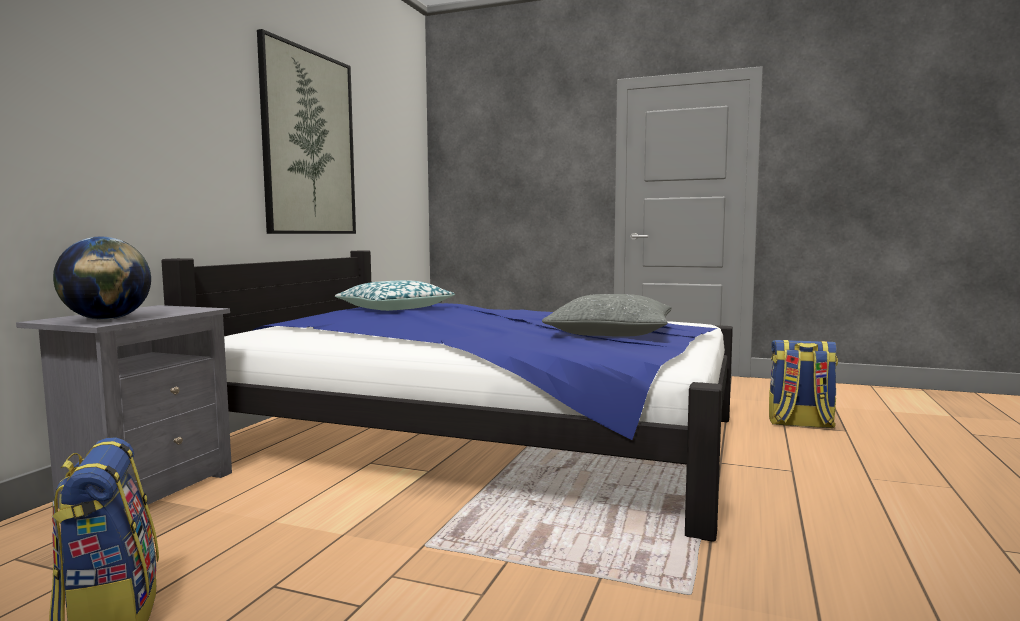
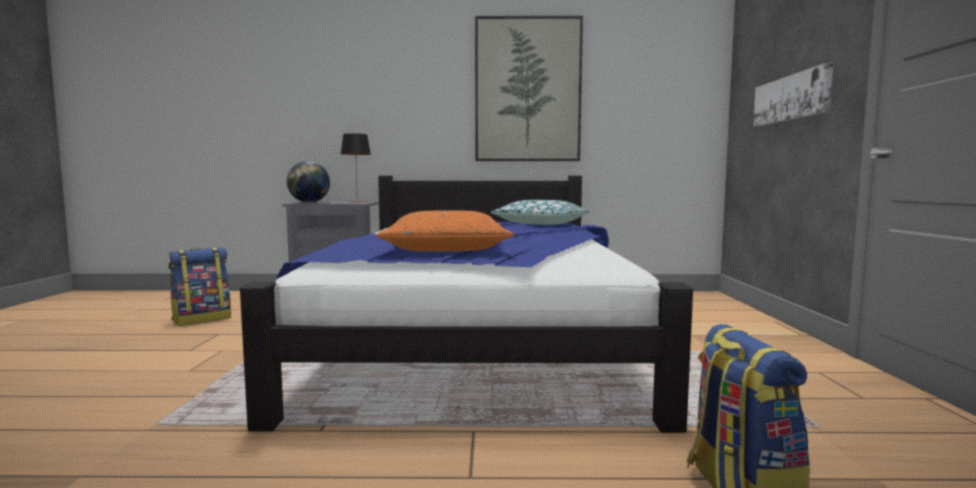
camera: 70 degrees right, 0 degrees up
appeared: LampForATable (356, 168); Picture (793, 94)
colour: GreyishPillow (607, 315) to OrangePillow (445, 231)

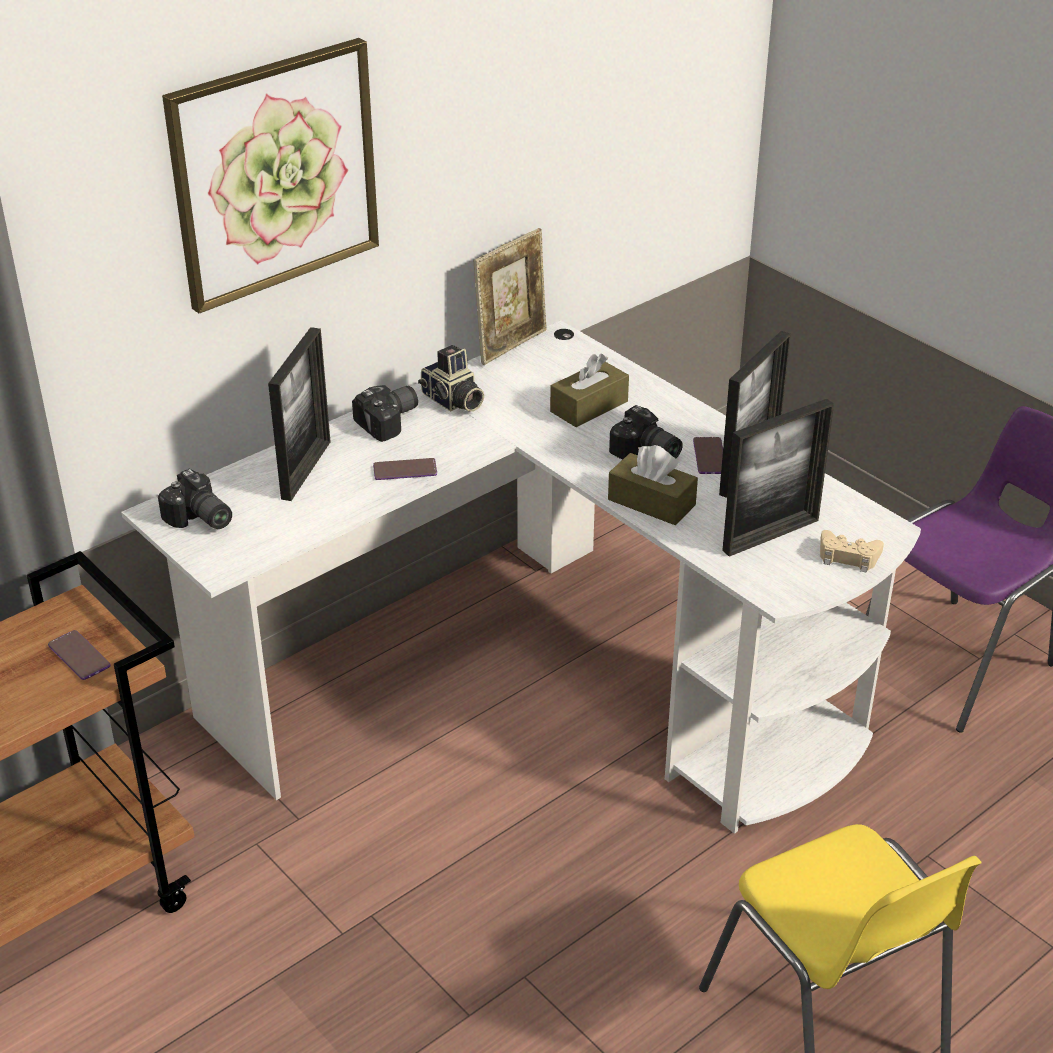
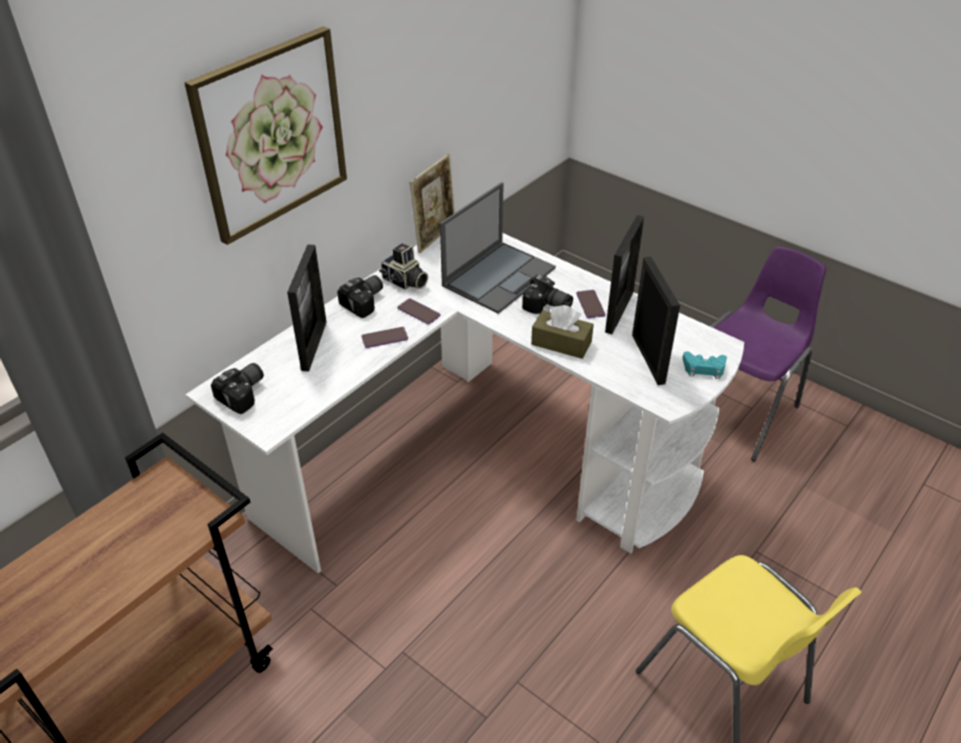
camera: 10 degrees left, 5 degrees up
relocated: Handset (79, 655) to (419, 311)
exchanged: BrownishTissueHolder (589, 390) to PortableComputer (498, 248)
colour: BeigeColouredGameController (852, 551) to BlueGreenGameController (705, 365)
spun: PhotoCamera (195, 499) = (237, 388) 90 degrees counterclockwise; PhotoFrame (778, 477) = (656, 321) 60 degrees counterclockwise

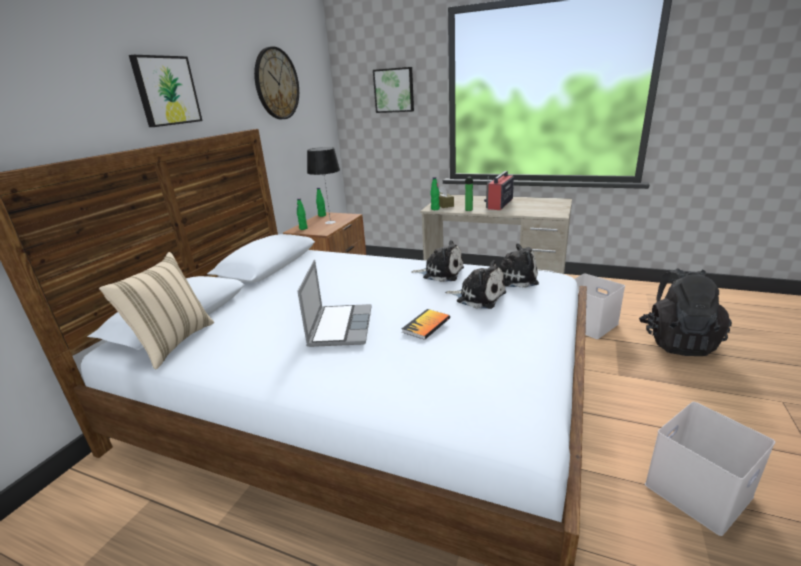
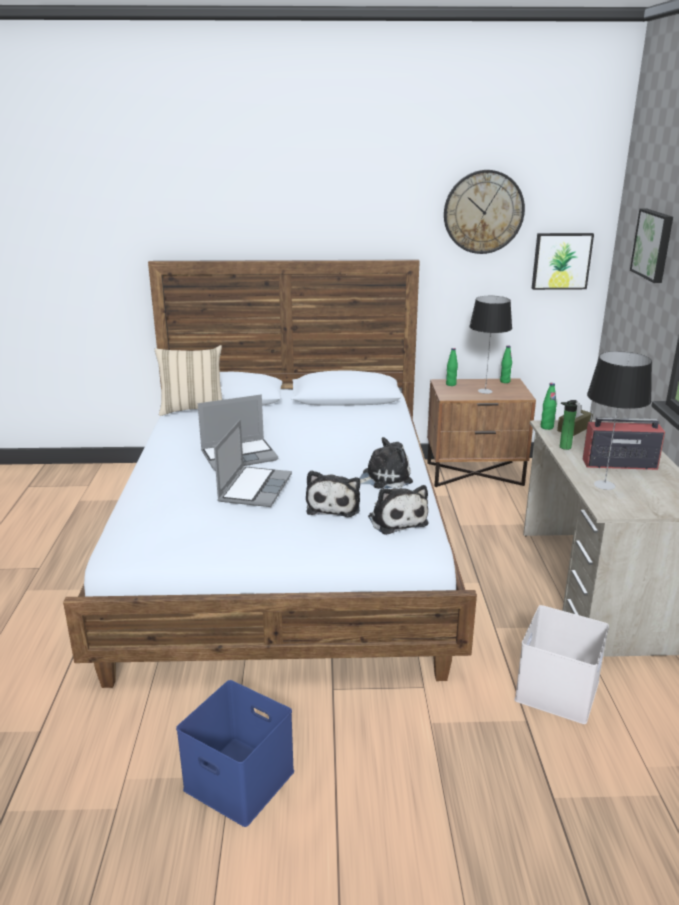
camera: 65 degrees right, 0 degrees up
missing: BlackishBackpack (685, 312)
appeared: LampForATable (619, 420)
relocated: Picture (165, 91) to (563, 261)
exchanged: Book (426, 324) to PortableComputer (253, 463)
colour: WhitishStorageContainer (710, 469) to BluishStorageContainer (235, 753)
spun: PlushToy (437, 261) = (386, 463) 105 degrees counterclockwise

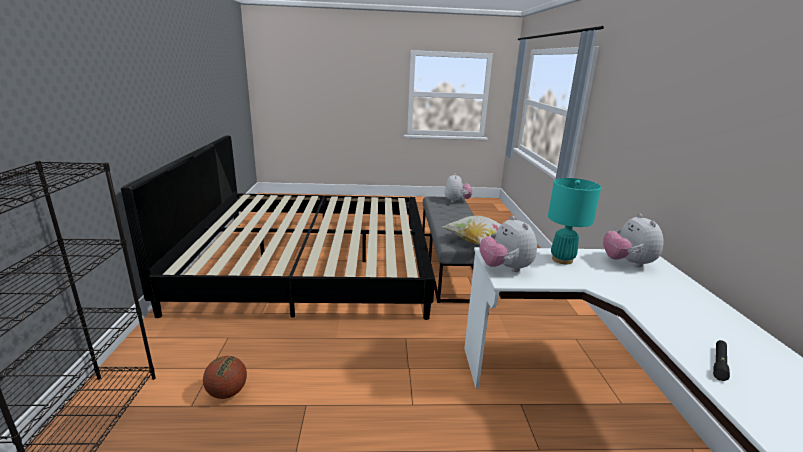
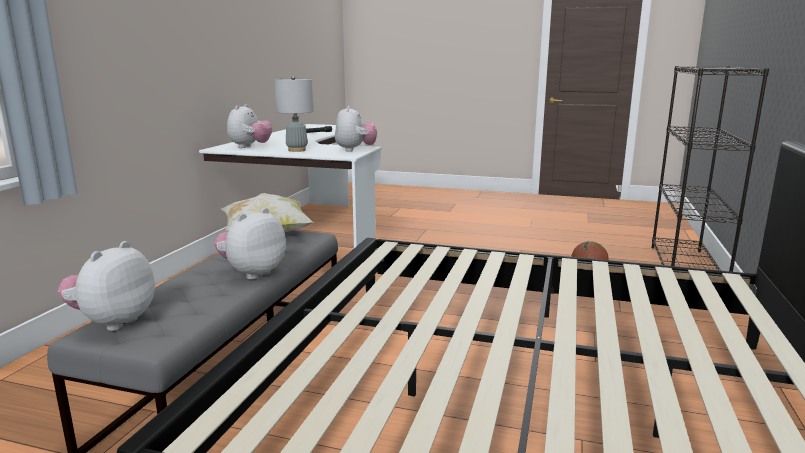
camera: 160 degrees left, 5 degrees down
appeared: PlushToy (250, 244)
colour: BlueGreenLampForATable (574, 221) to GreyishLampForATable (294, 114)

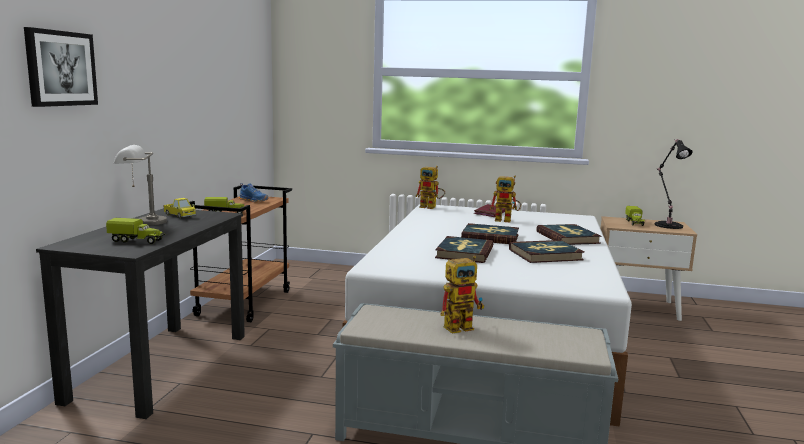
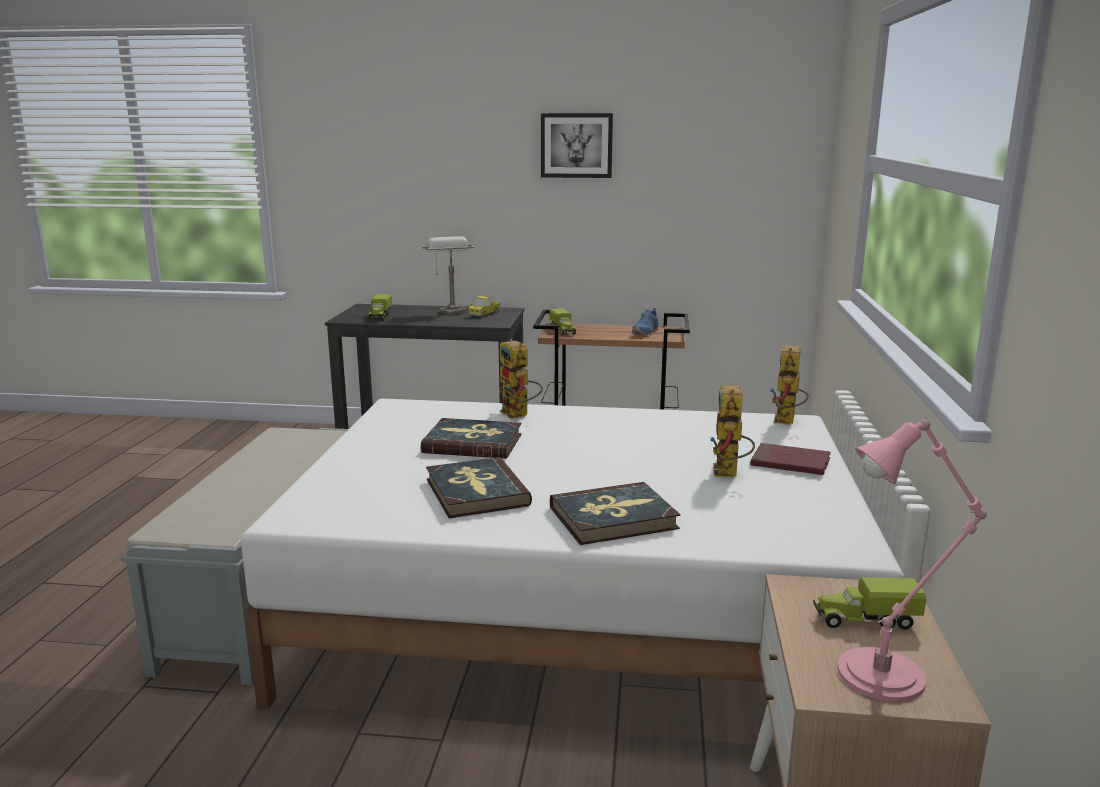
camera: 85 degrees right, 5 degrees up
missing: Book (490, 233)
relocated: ModelRobot (462, 294) to (521, 379); Picture (61, 67) to (577, 145)
colour: BlackishLampForATable (674, 184) to PinkColouredLampForATable (912, 560)

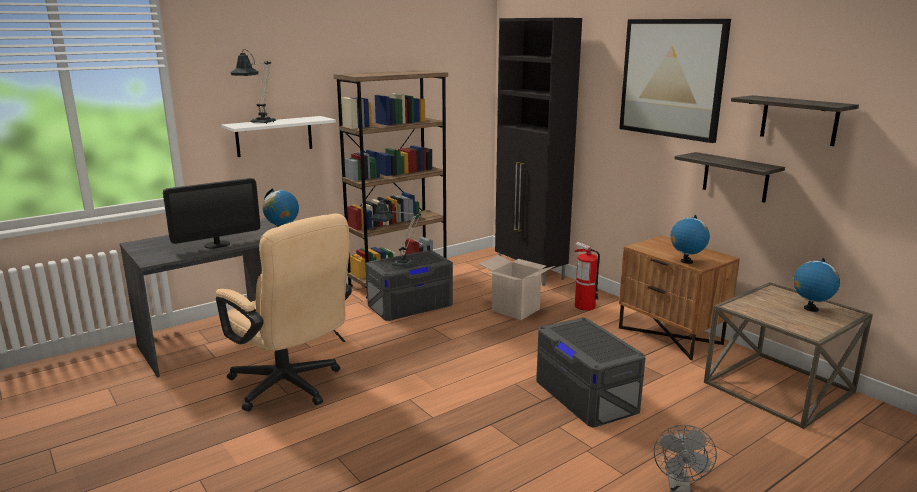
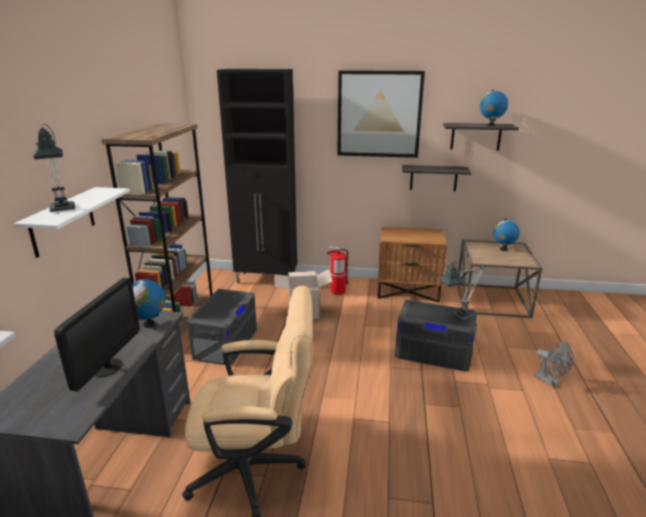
camera: 45 degrees left, 5 degrees up
relocated: LampForATable (395, 232) to (461, 292); DeskGlobe (690, 239) to (494, 107)

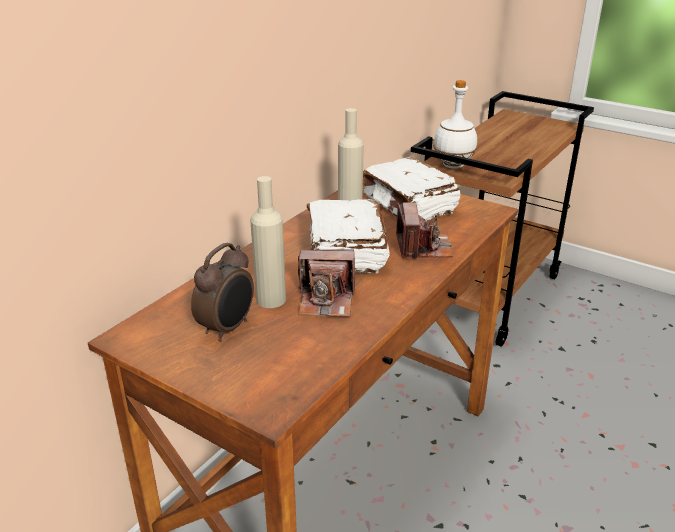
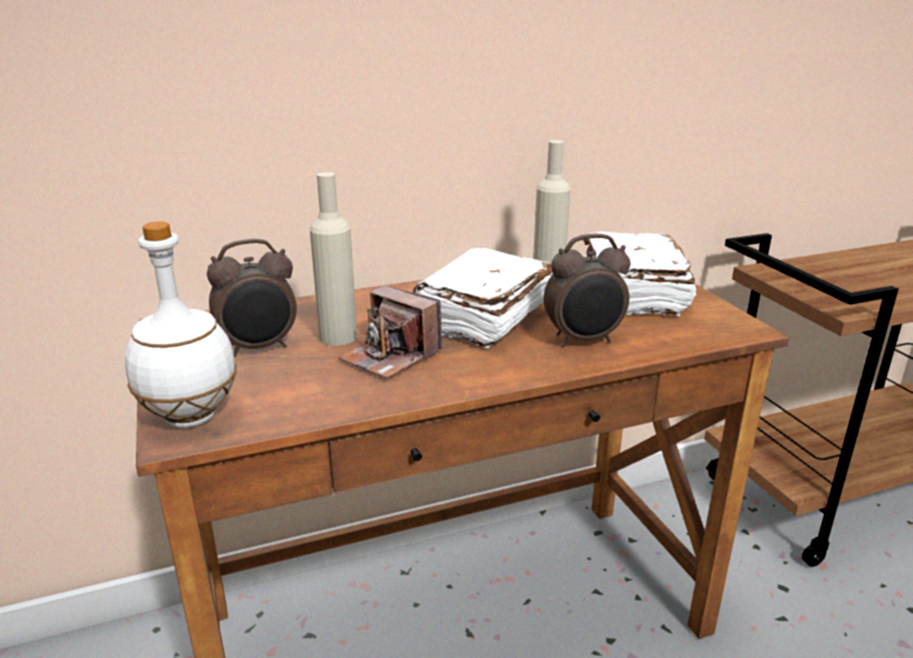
camera: 35 degrees right, 5 degrees down
relocated: WhitishBeverageBottle (455, 124) to (181, 324)
exchanged: PhotoCamera (424, 231) to AlarmClock (587, 290)

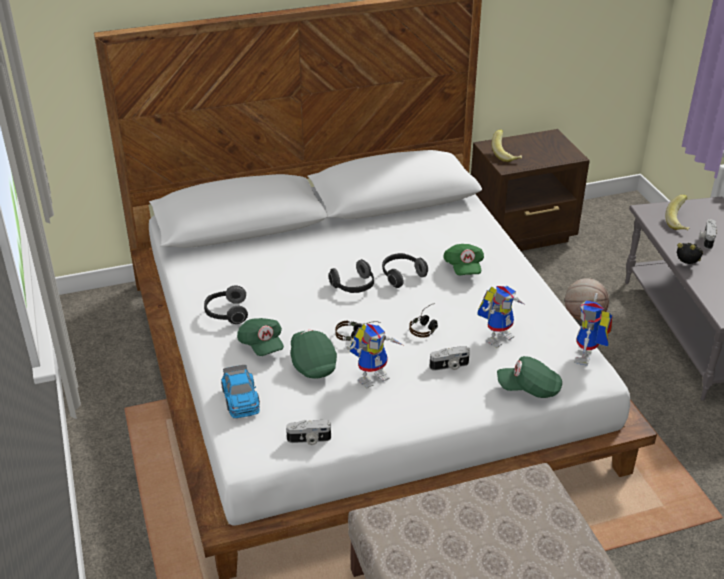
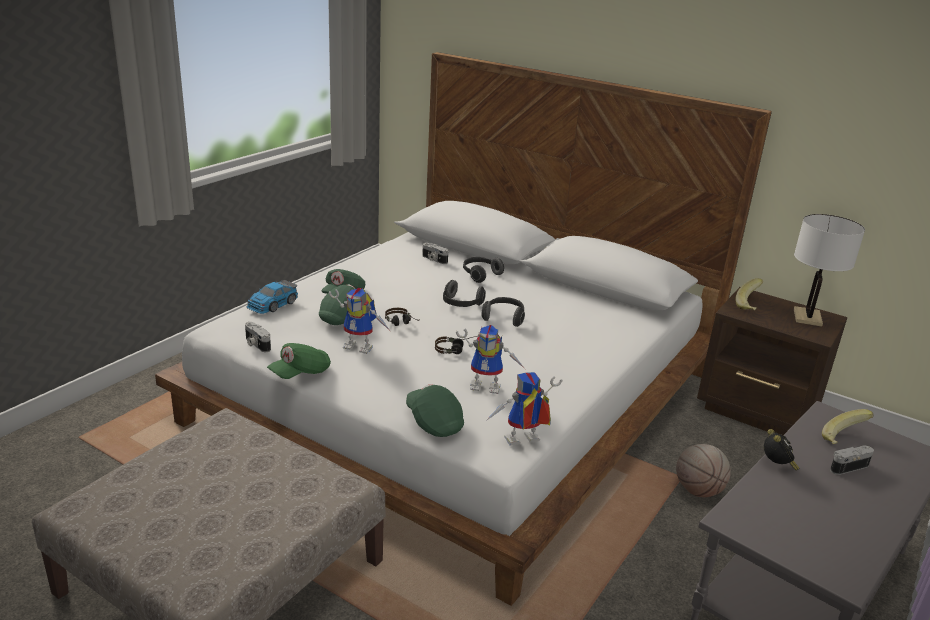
camera: 50 degrees right, 10 degrees down
appeared: WhitishLampForATable (829, 270)
relocated: GreenishBaseballCap (464, 259) to (299, 361); PhotoCamera (449, 358) to (435, 253); PairOfHeadphones (226, 304) to (483, 270)

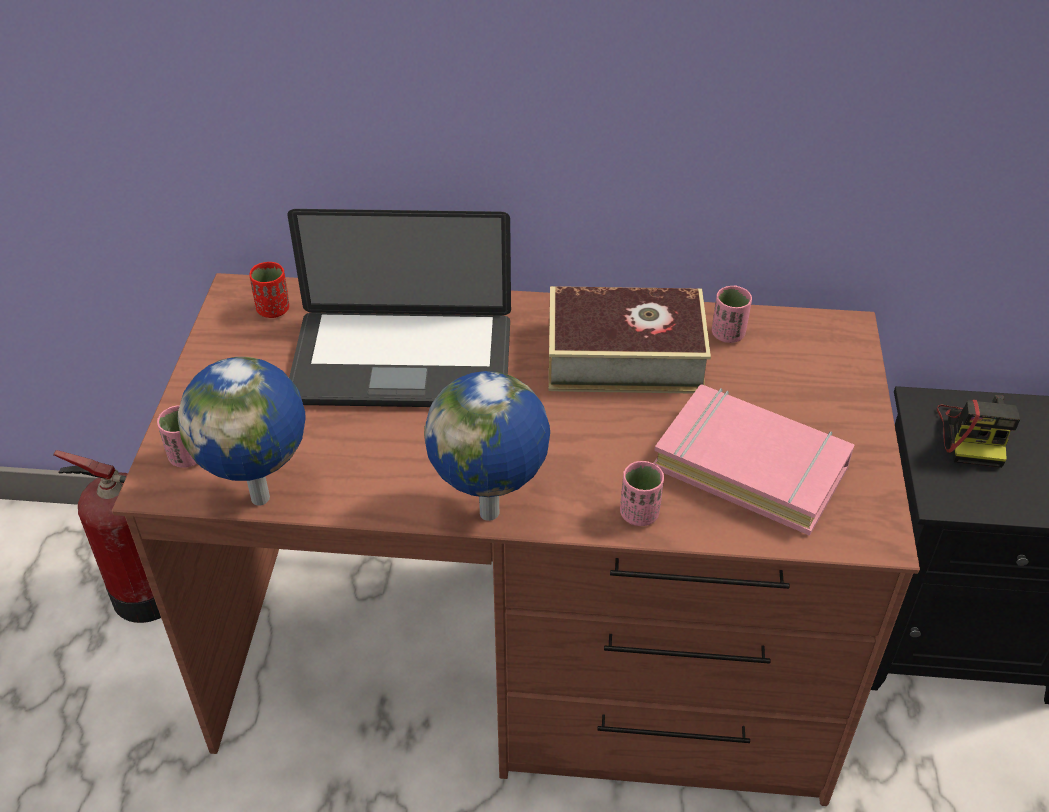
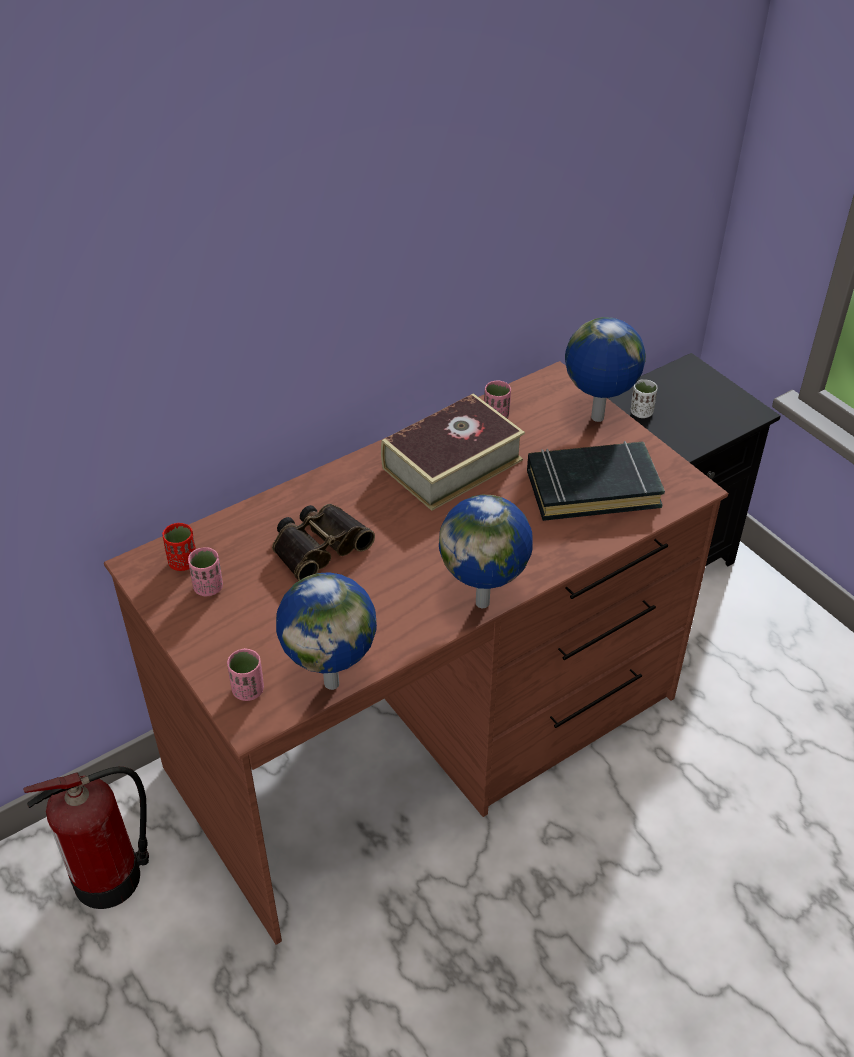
camera: 40 degrees left, 0 degrees up
appeared: DeskGlobe (605, 369)
relocated: PinkColouredSmallCup (642, 493) to (205, 571)
exchanged: PortableComputer (399, 308) to Binoculars (323, 542); PhotoCamera (978, 431) to WhitishSmallCup (644, 398)
colour: PinkColouredBook (753, 460) to BlackishBook (596, 481)

